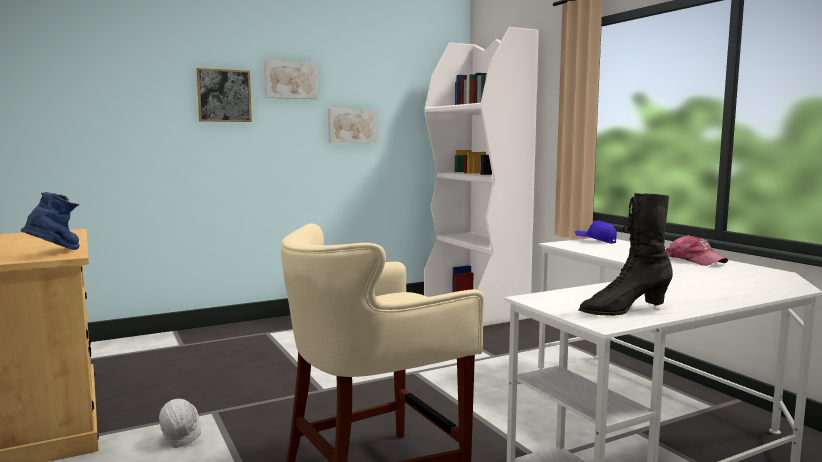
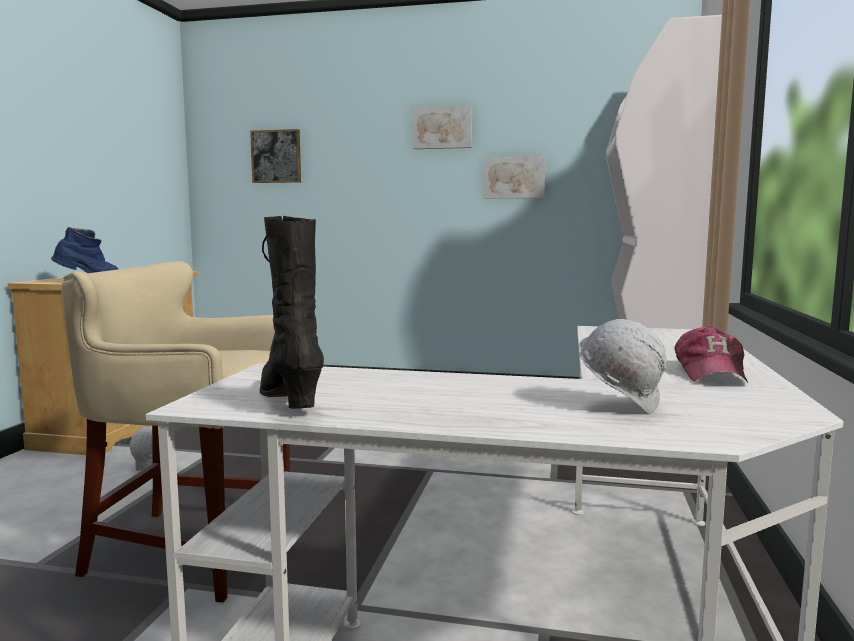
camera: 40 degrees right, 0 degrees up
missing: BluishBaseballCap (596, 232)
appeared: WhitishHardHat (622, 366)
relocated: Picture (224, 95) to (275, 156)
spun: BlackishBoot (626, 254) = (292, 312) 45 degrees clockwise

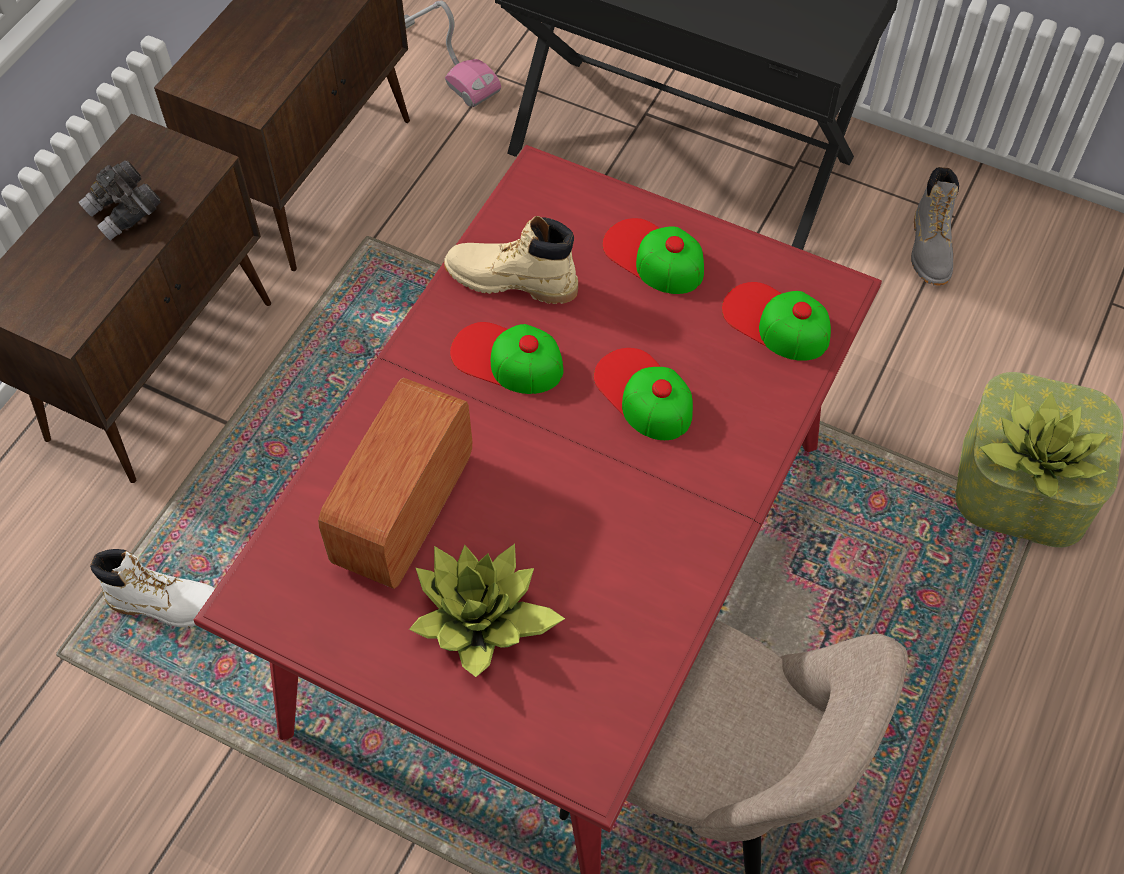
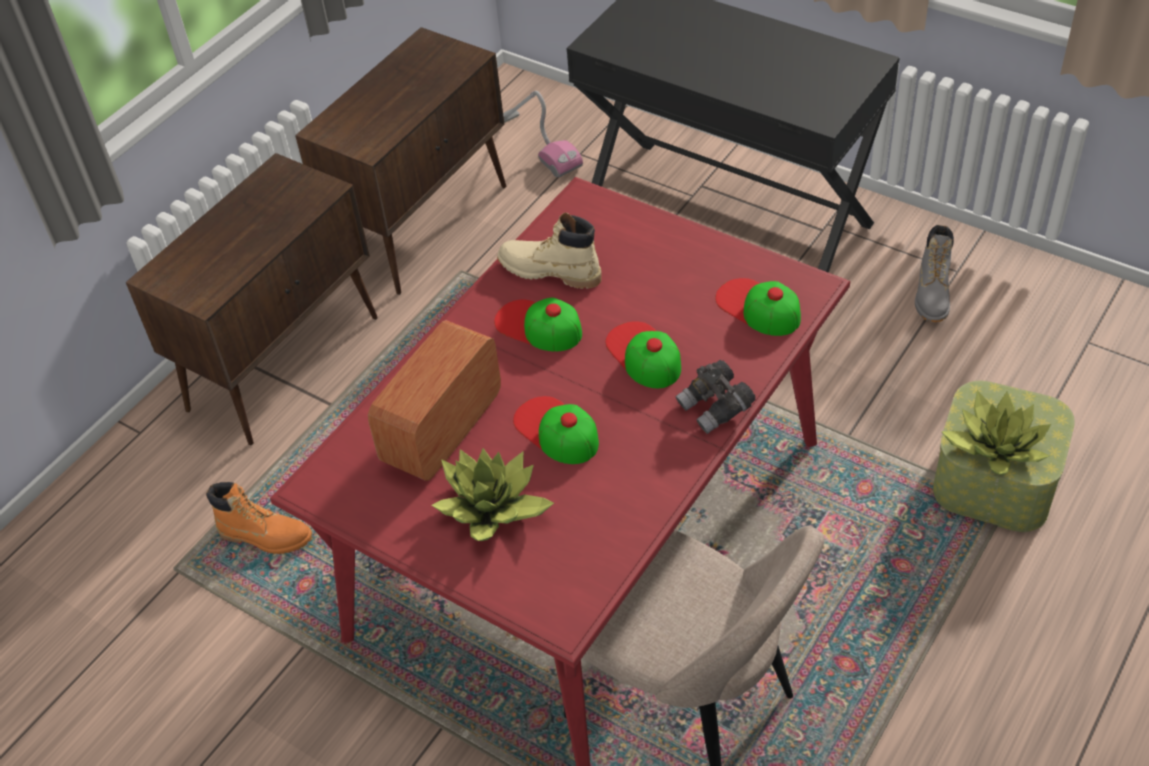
camera: 10 degrees right, 10 degrees down
relocated: BaseballCap (653, 256) to (556, 430); GreyishBinoculars (119, 200) to (716, 397)
colour: WhitishBoot (152, 588) to OrangeBoot (259, 518)

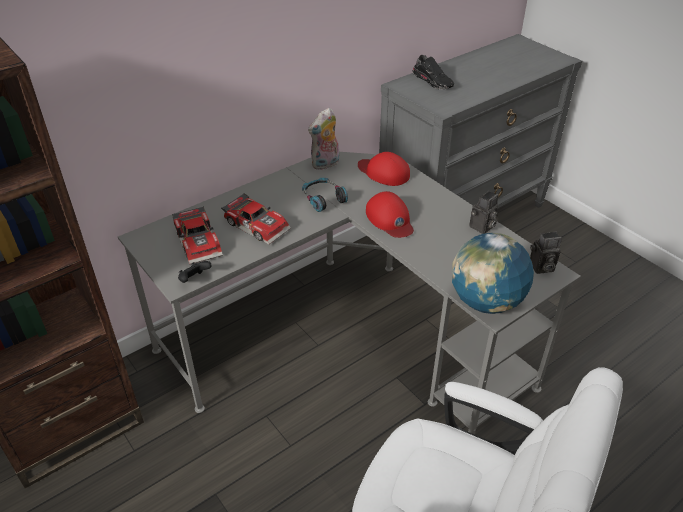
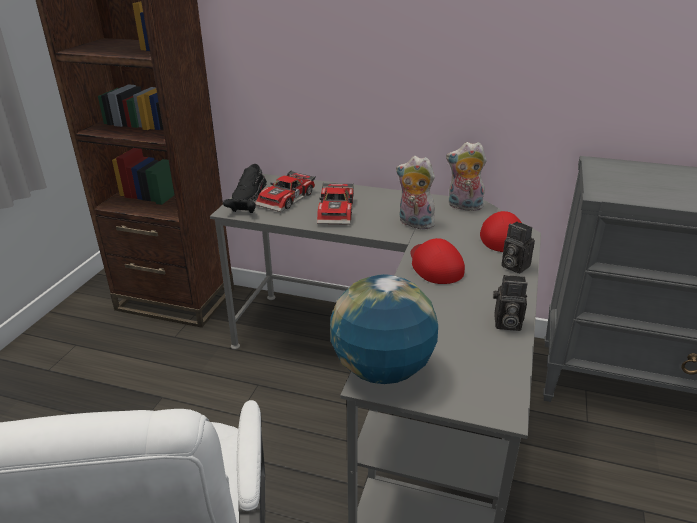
camera: 55 degrees right, 10 degrees down
relocated: BlackishItemOfFootwear (433, 72) to (249, 182); PhotoCamera (546, 252) to (518, 248)
exchanged: PairOfHeadphones (325, 195) to PlushToy (415, 192)
spun: ReddishBaseballCap (390, 214) = (437, 261) 135 degrees clockwise

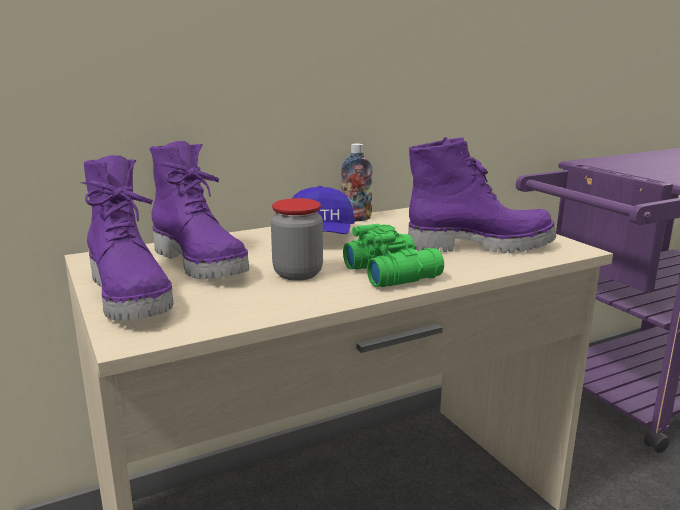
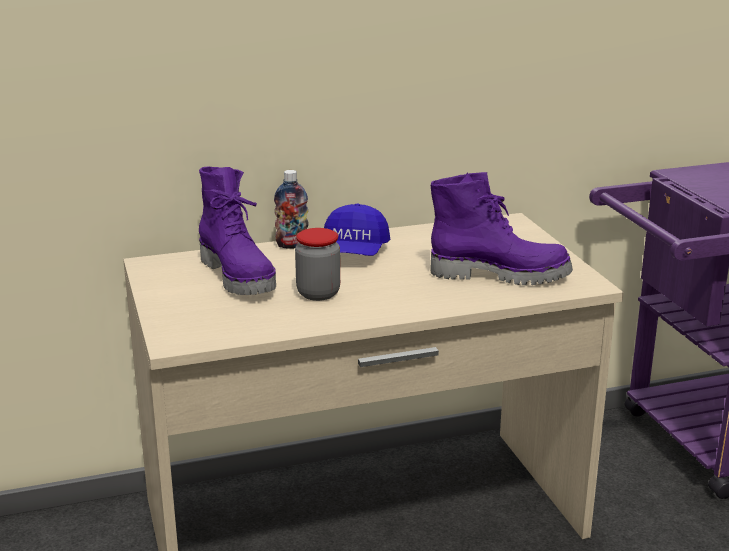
camera: 10 degrees right, 5 degrees up
missing: PurpleColouredBoot (126, 238); GreenishBinoculars (393, 255)
relocated: BeverageBottle (357, 182) to (291, 209)

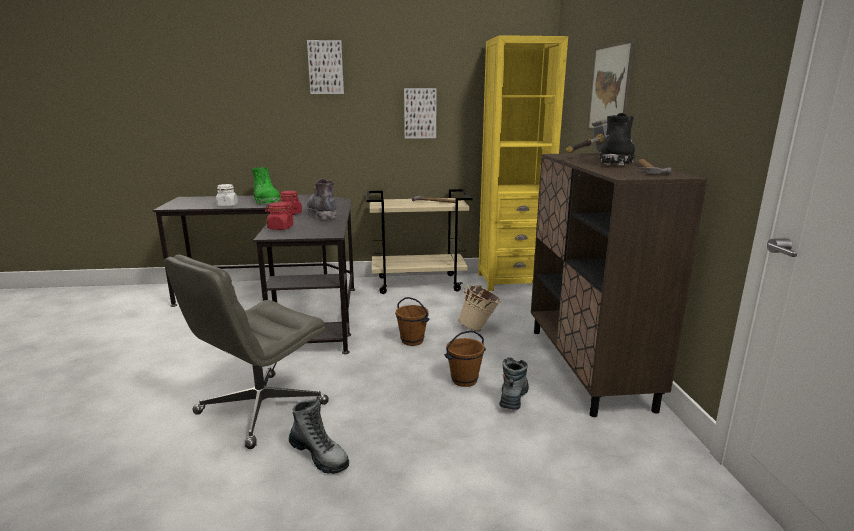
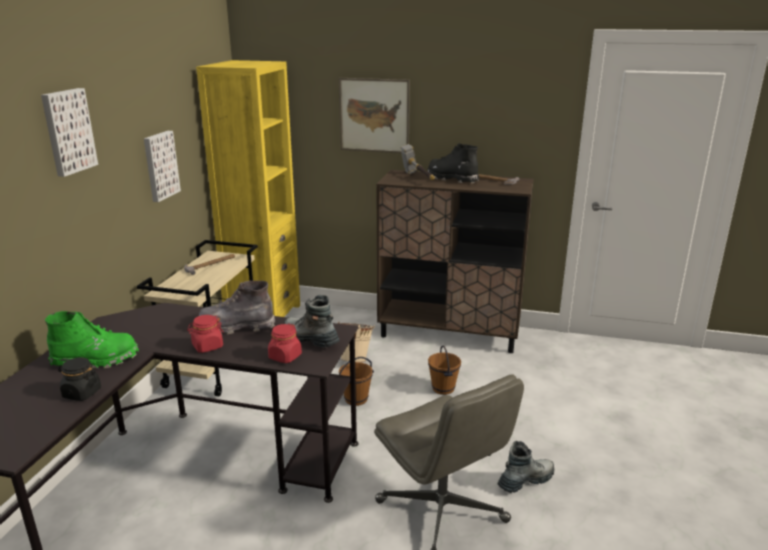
camera: 70 degrees left, 5 degrees up
relocated: Boot (514, 383) to (312, 321)
colour: WhitishPreserveJar (227, 195) to BlackishPreserveJar (79, 379)

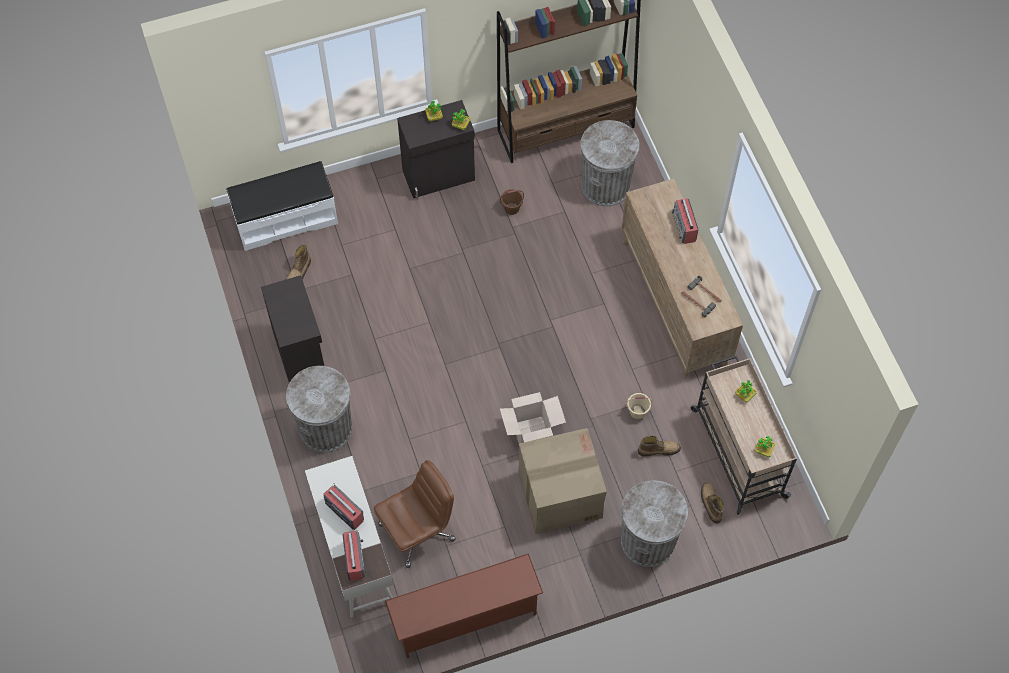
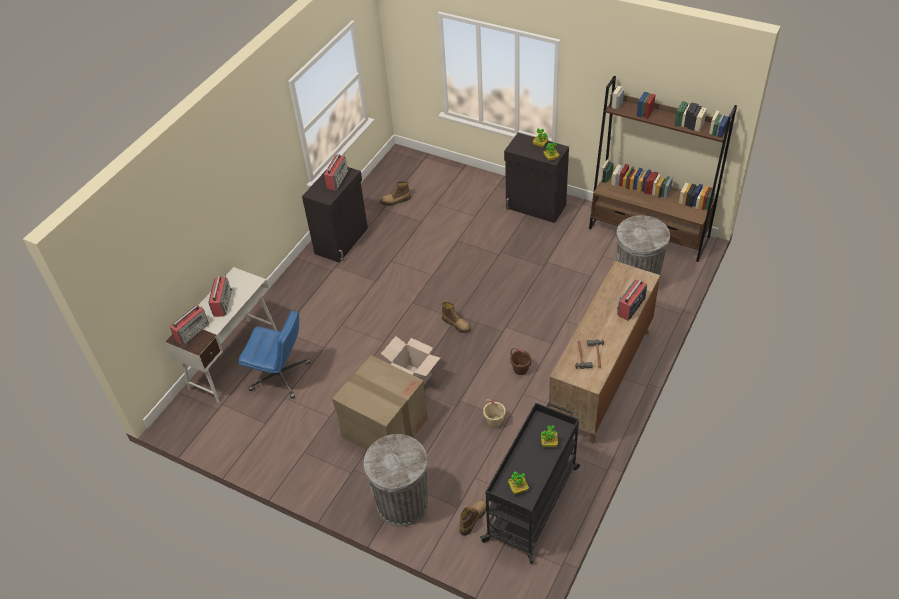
camera: 50 degrees right, 15 degrees down
missing: WhitishLongSeat (282, 206); GreyishWasteBin (319, 409); BrownishShoeRack (464, 605)
appeared: RadioSet (336, 171)
relocated: Boot (659, 446) to (456, 317); BrownishWaterBucket (512, 202) to (520, 361)
colour: BrownishOfficeChair (415, 514) to BluishOfficeChair (274, 354); BeigeColouredWheeledCart (744, 435) to BlackishWheeledCart (530, 483)

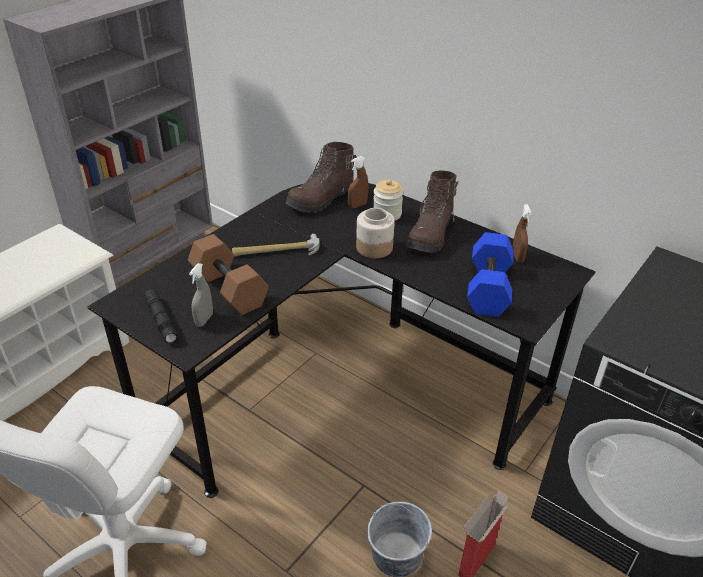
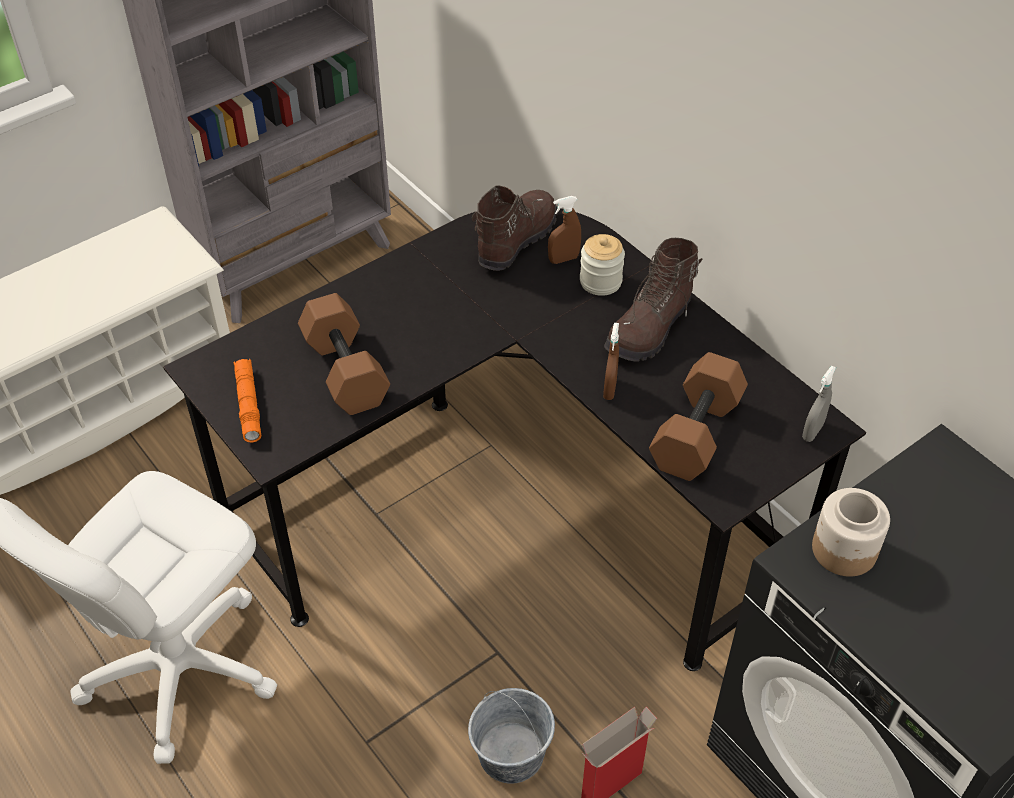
camera: 15 degrees right, 10 degrees up
missing: ToolHammer (276, 245)
relocated: BrownishSprayBottle (522, 233) to (611, 361); GreyishSprayBottle (201, 295) to (819, 404); PreserveJar (375, 233) to (851, 532)
colour: BlackishTorch (161, 316) to OrangeTorch (248, 401); BluishDumbbell (490, 274) to BrownishDumbbell (698, 416)
spun: BrownishBoot (320, 177) = (515, 228) 150 degrees clockwise

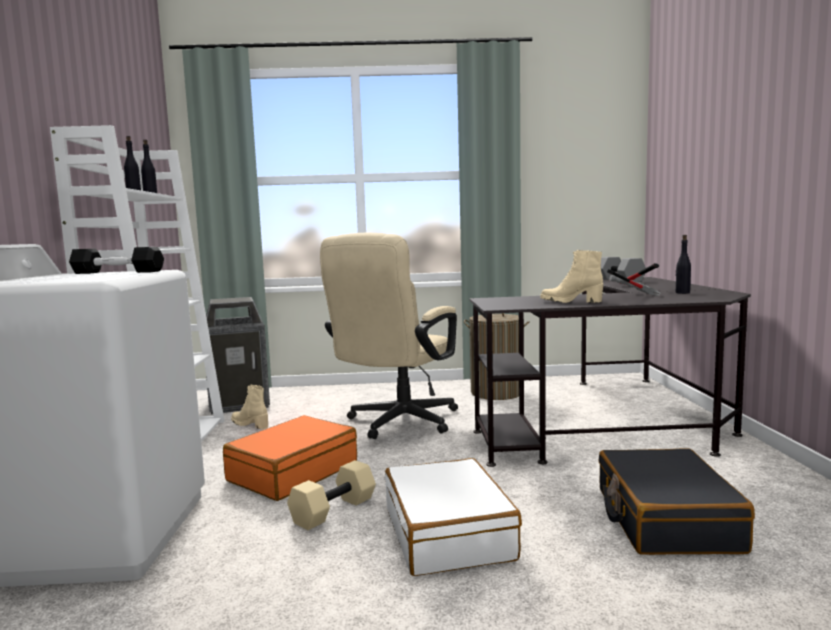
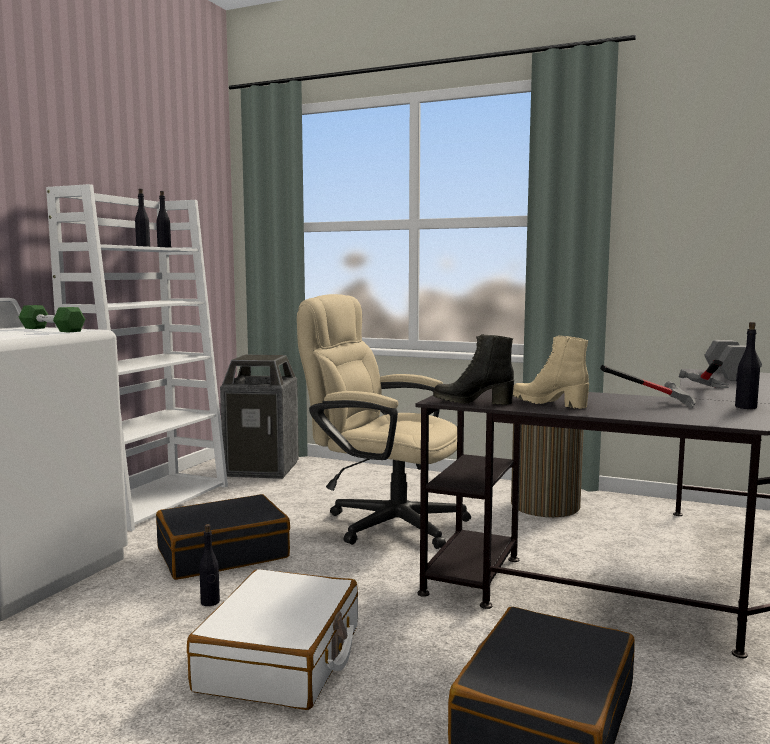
camera: 25 degrees right, 0 degrees up
missing: BeigeColouredBoot (249, 406)
appeared: BlackishBoot (473, 369)
exchanged: BeigeColouredDumbbell (331, 495) to BlackishBeverageBottle (209, 565)
colour: BlackishDumbbell (116, 260) to GreenishDumbbell (51, 318); OrangePieceOfLuggage (290, 458) to BlackishPieceOfLuggage (223, 537)
spun: BeigeColouredOfficeChair (389, 336) = (384, 421) 60 degrees clockwise

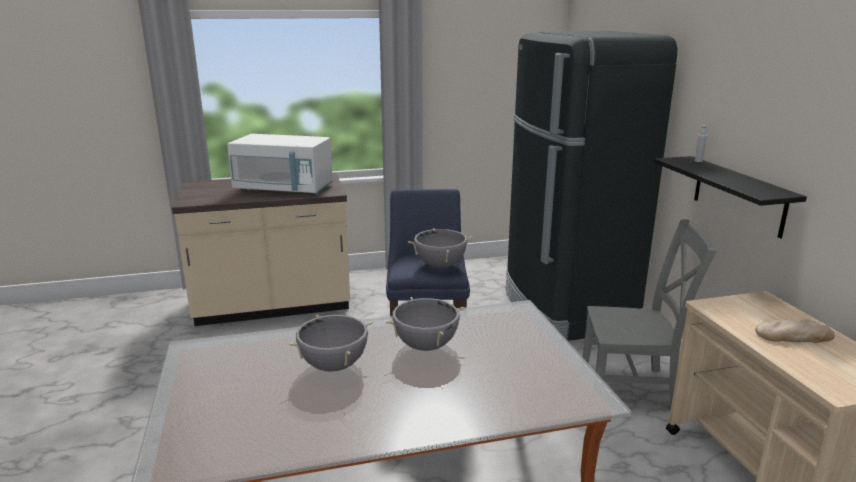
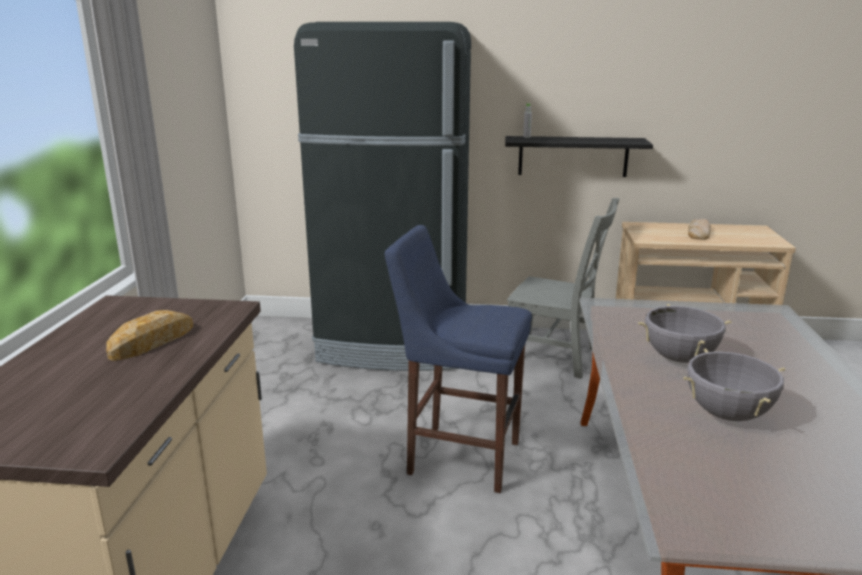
camera: 70 degrees left, 0 degrees up
missing: GreyishCookingPot (440, 248)
exchanged: WhitishMicrowave (280, 164) to BakedBread (149, 335)
spun: GreyishPlainChair (650, 315) = (563, 288) 90 degrees clockwise

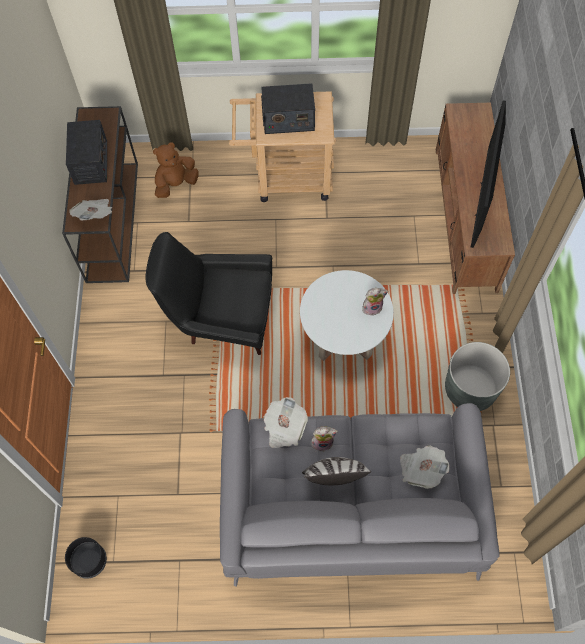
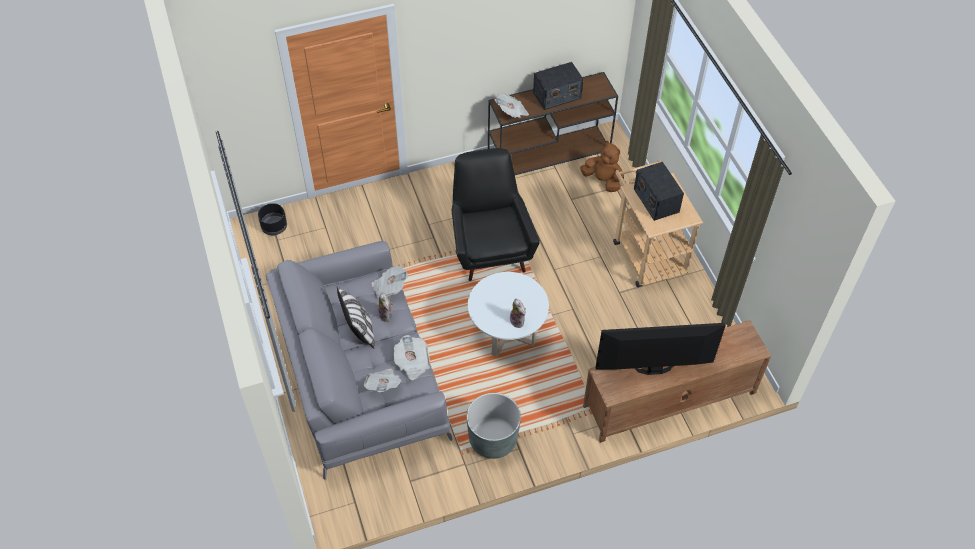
camera: 70 degrees right, 10 degrees down
appeared: PrintedPaper (412, 357)

